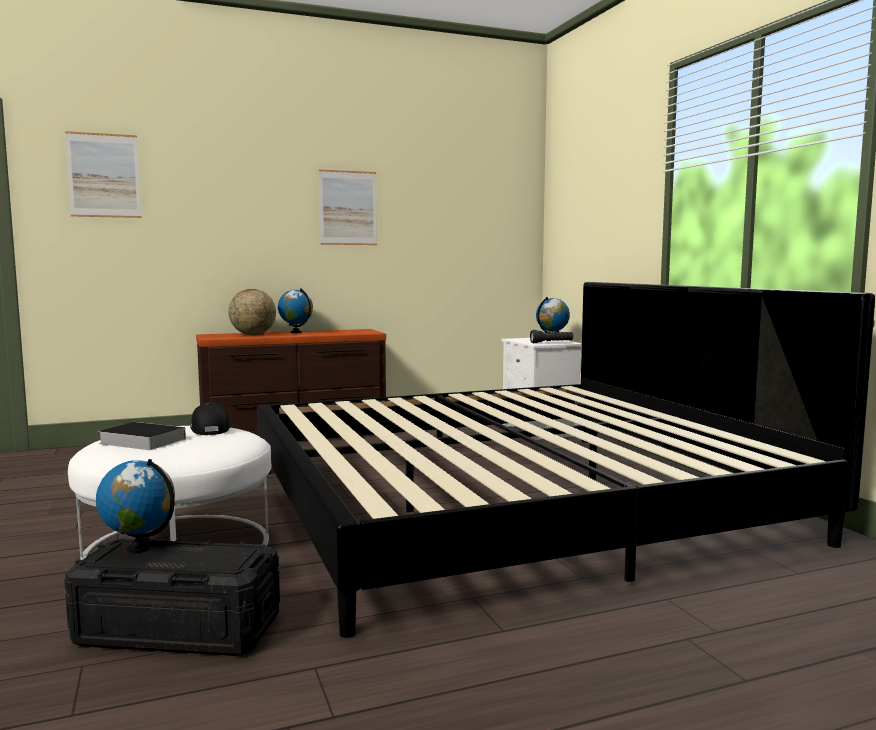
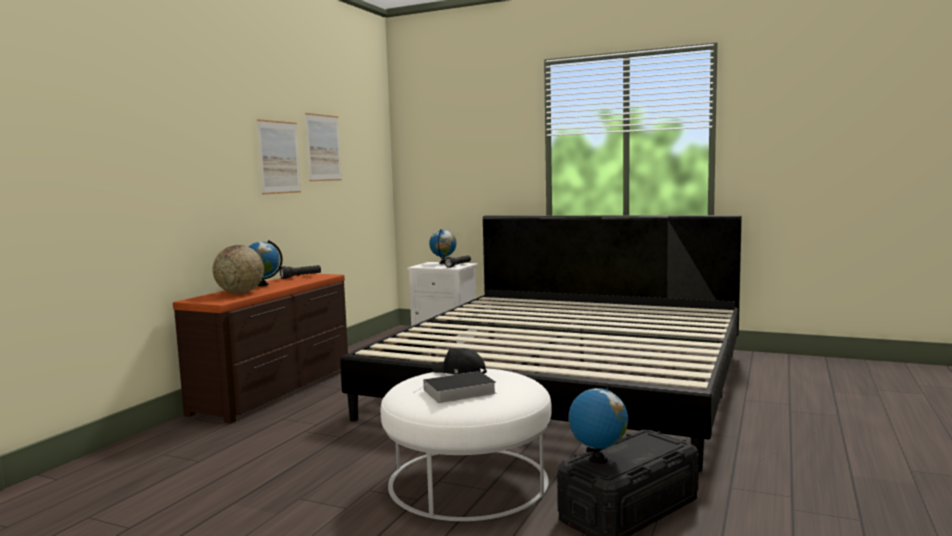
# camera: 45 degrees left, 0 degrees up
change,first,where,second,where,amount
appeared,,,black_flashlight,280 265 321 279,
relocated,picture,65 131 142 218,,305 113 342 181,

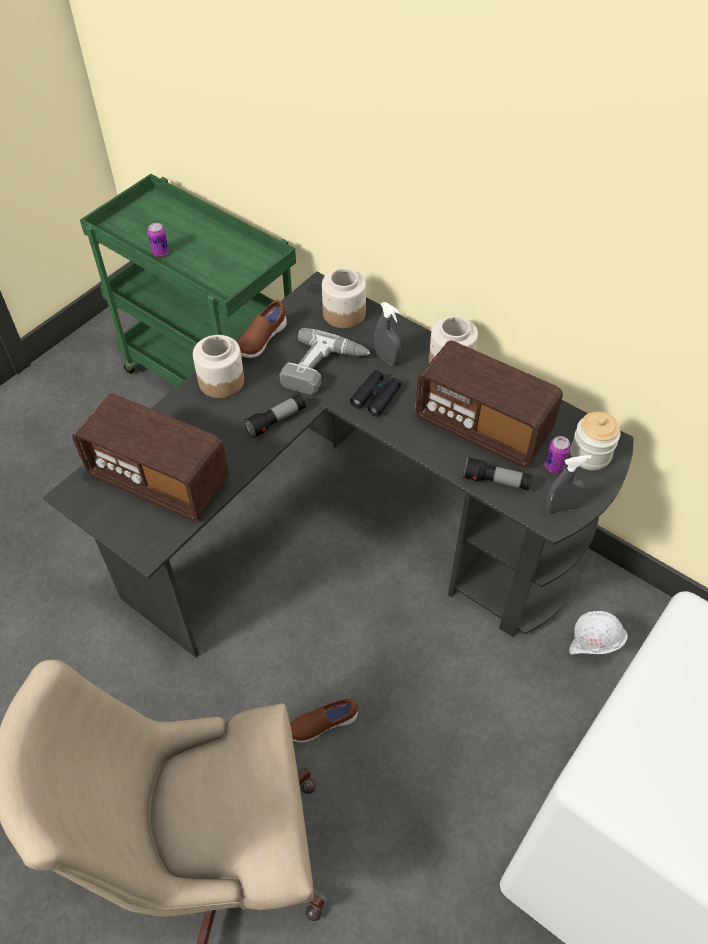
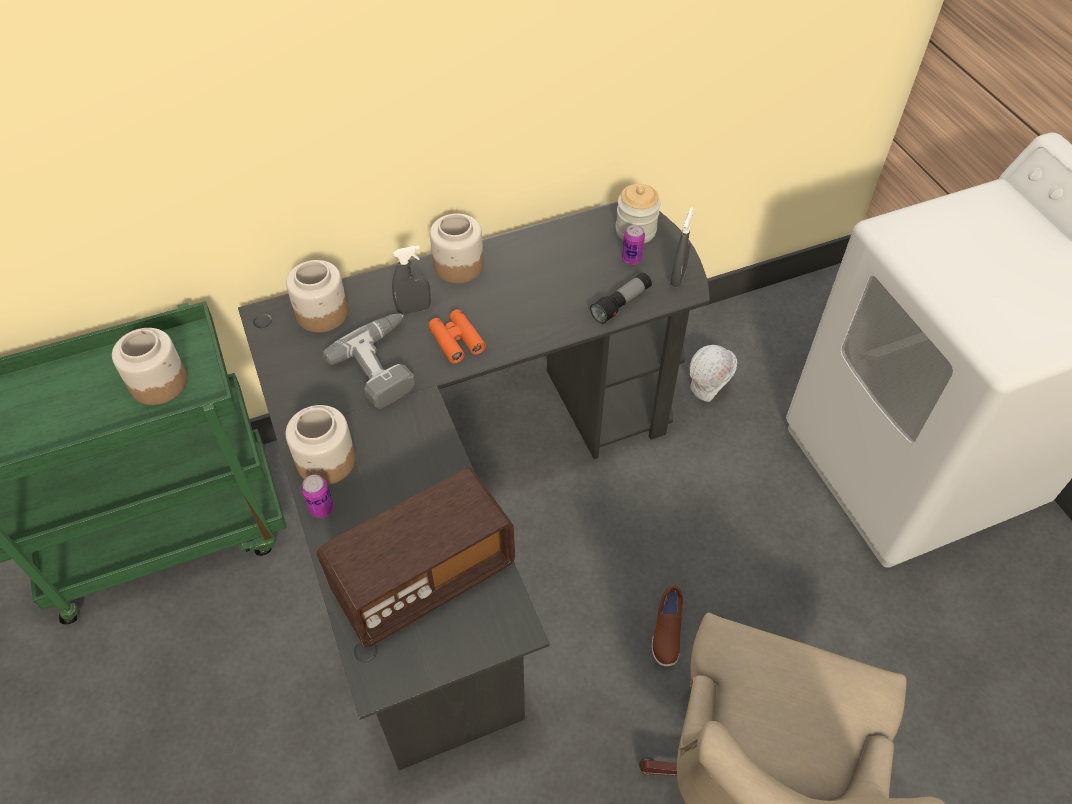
# camera: 60 degrees left, 0 degrees up
change,first,where,second,where,amount
appeared,,,jar,112 328 187 405,
relocated,can,148 223 169 257,,301 475 334 518,
colour,black_binoculars,350 370 401 417,orange_binoculars,428 309 486 364,
missing,brown_shoe,238 300 287 358,,,
missing,flashlight,243 394 306 438,,,
missing,radio,415 340 563 467,,,

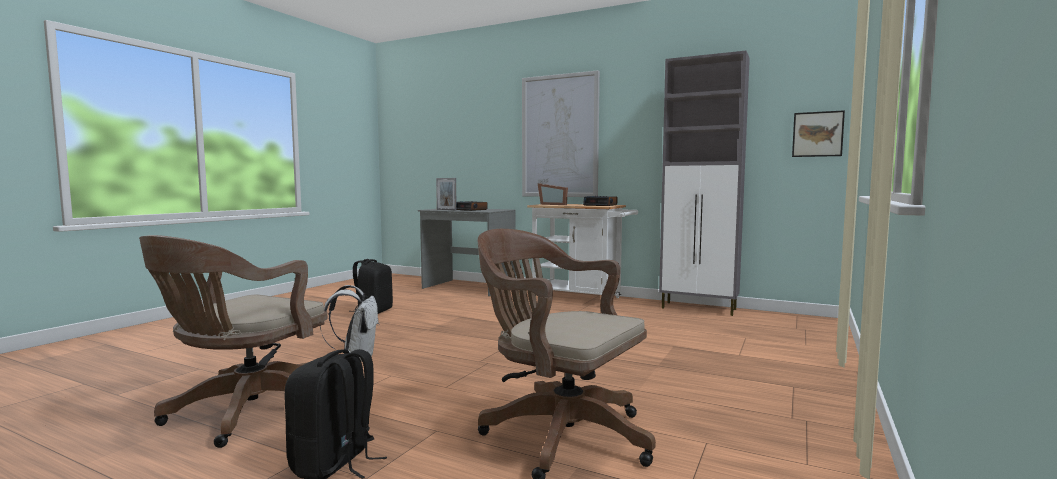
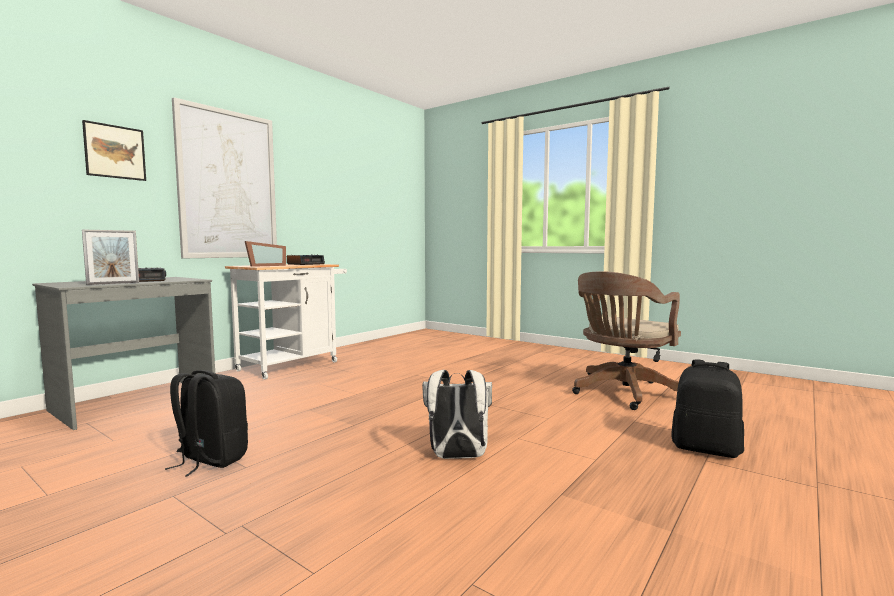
# camera: 80 degrees left, 0 degrees up
change,first,where,second,where,amount
relocated,picture,792 110 845 157,,82 120 146 181,
missing,brown_office_chair,139 235 328 448,,,
missing,grey_cabinet,659 51 750 316,,,

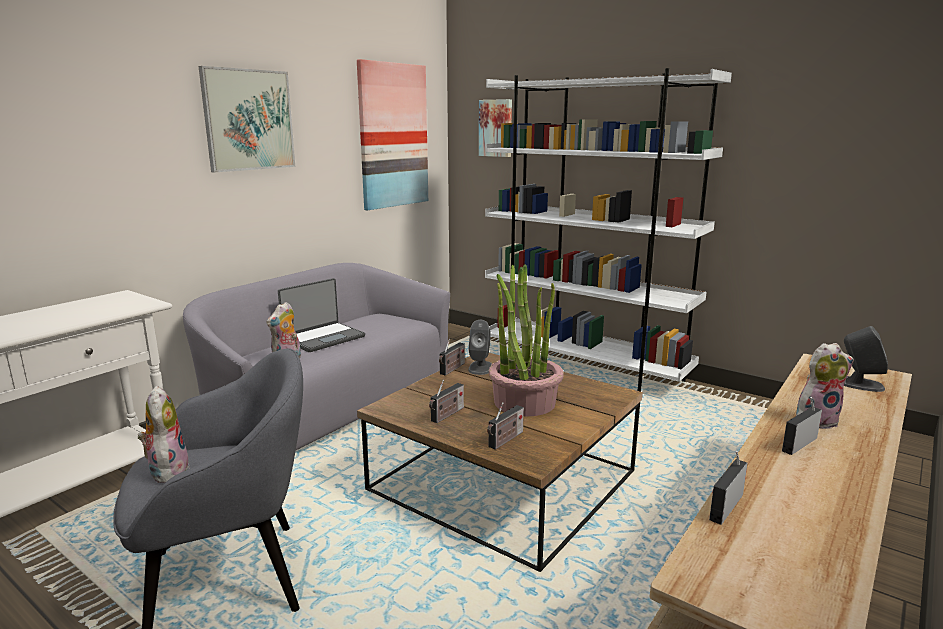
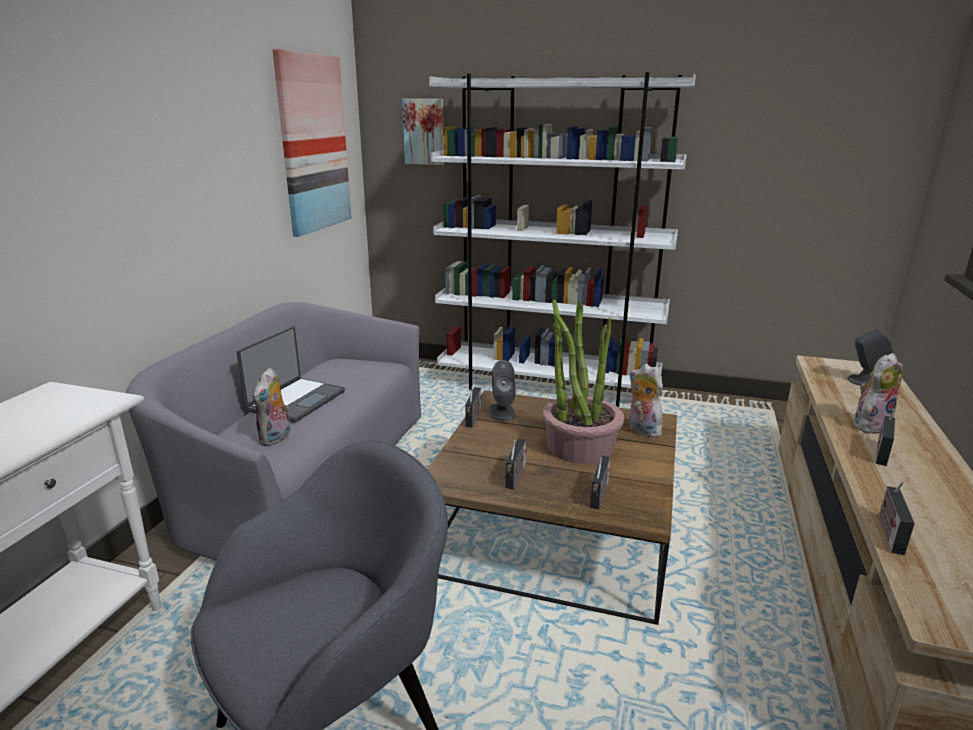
# camera: 20 degrees left, 5 degrees up
change,first,where,second,where,amount
relocated,plush_toy,138 386 190 483,,629 364 663 437,
missing,picture,198 66 295 173,,,

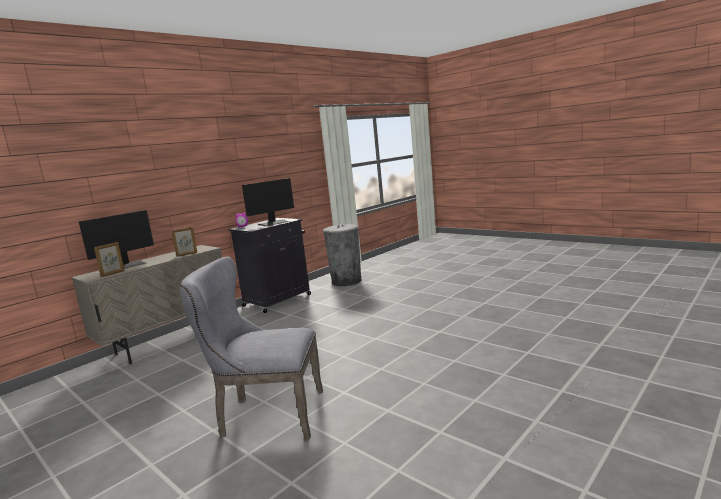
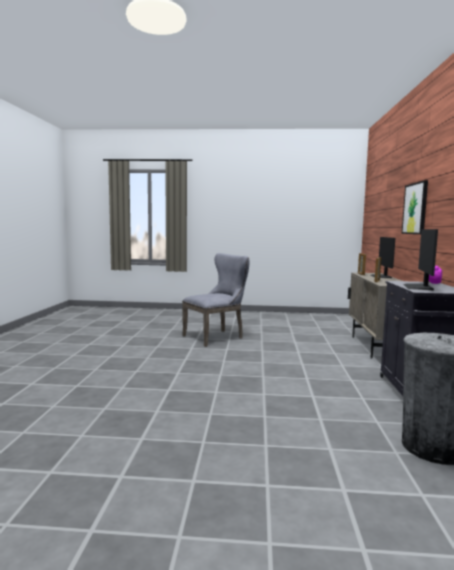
# camera: 140 degrees right, 5 degrees down
change,first,where,second,where,amount
appeared,,,picture,402 180 428 234,

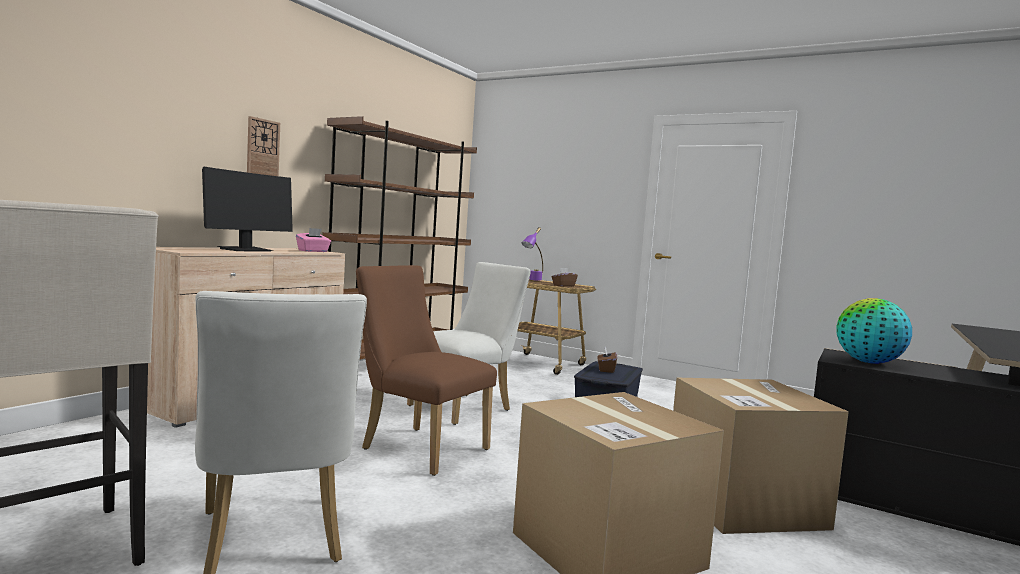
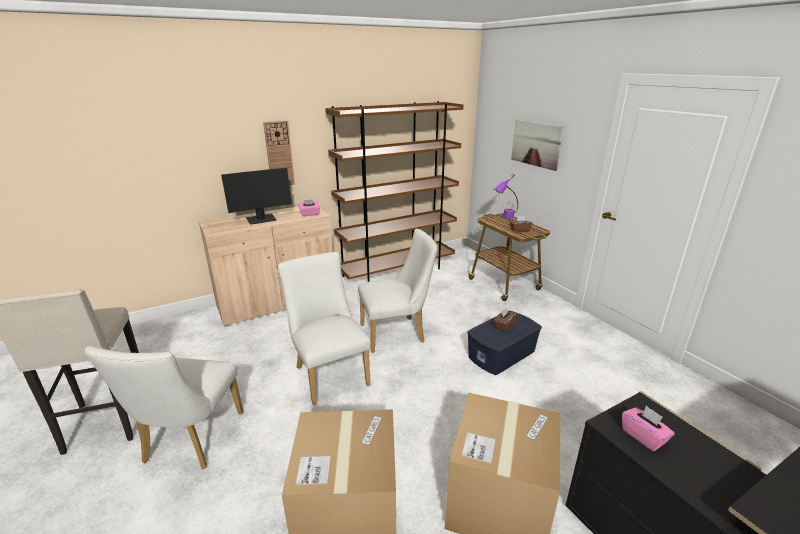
# camera: 30 degrees right, 20 degrees up
change,first,where,second,where,amount
colour,brown_chair,356 265 497 476,white_chair,278 252 371 406,
appeared,,,picture,511 120 564 171,
exchanged,globe,836 298 912 364,pink_tissue_box,622 406 675 451,

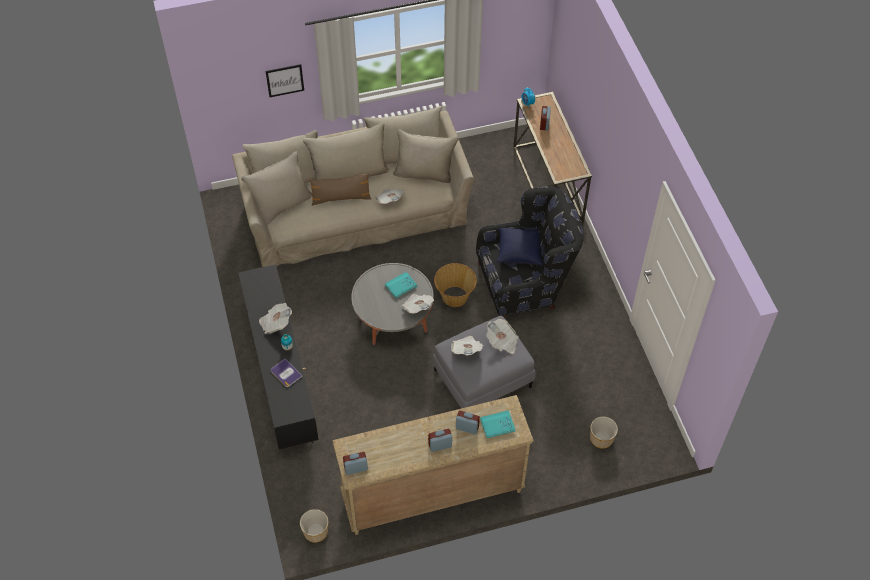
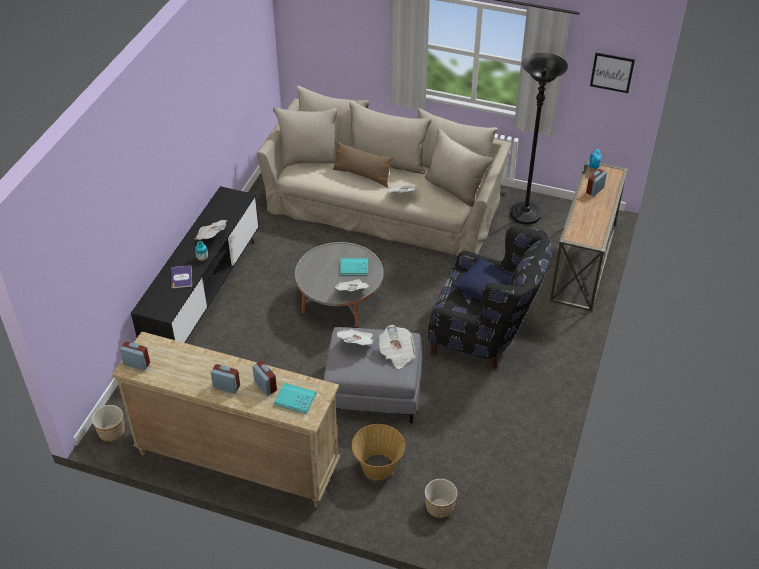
# camera: 35 degrees right, 10 degrees down
change,first,where,second,where,amount
relocated,basket,434 263 477 307,,351 424 405 480,
appeared,,,black_floor_lamp,510 52 568 225,
relocated,picture,266 64 304 97,,590 53 635 93,

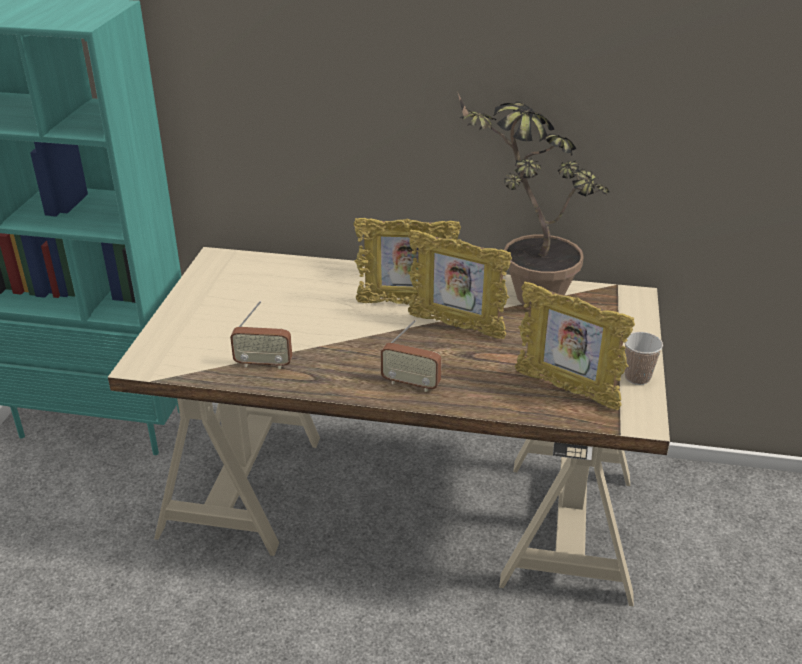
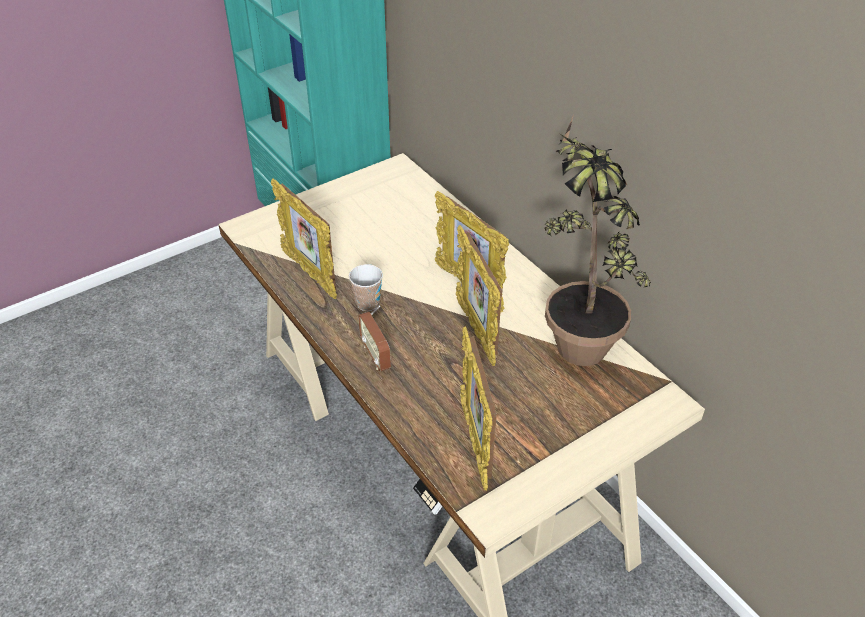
# camera: 45 degrees right, 10 degrees up
change,first,where,second,where,amount
exchanged,radio,230 301 292 369,picture_frame,271 178 337 299,
relocated,cup,624 332 663 385,,349 264 383 311,

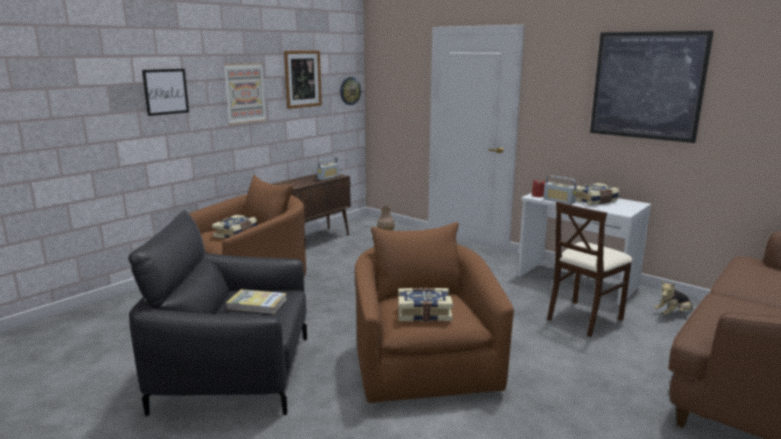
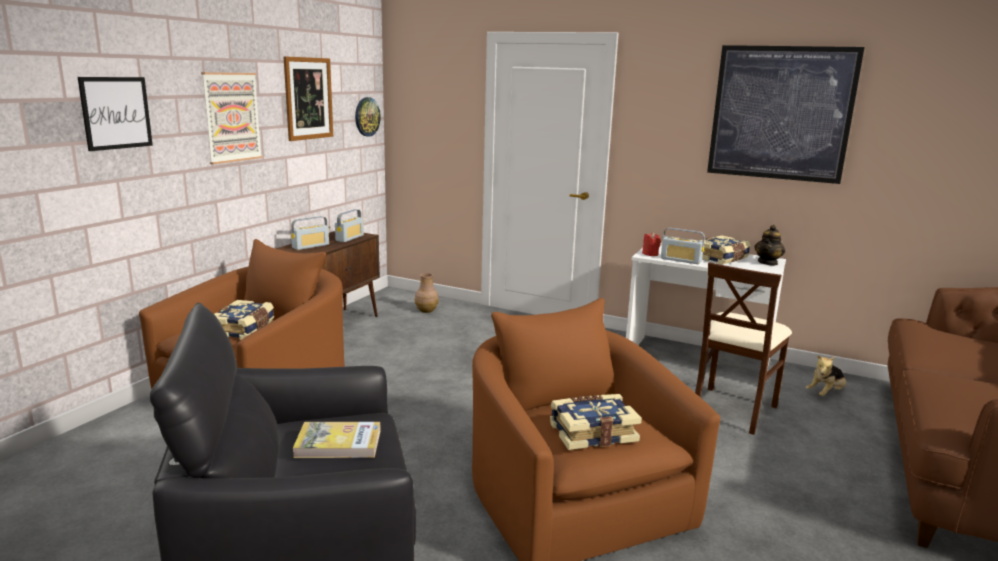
# camera: 15 degrees left, 0 degrees up
change,first,where,second,where,amount
appeared,,,radio,291 216 329 250,
appeared,,,teapot,755 225 785 266,

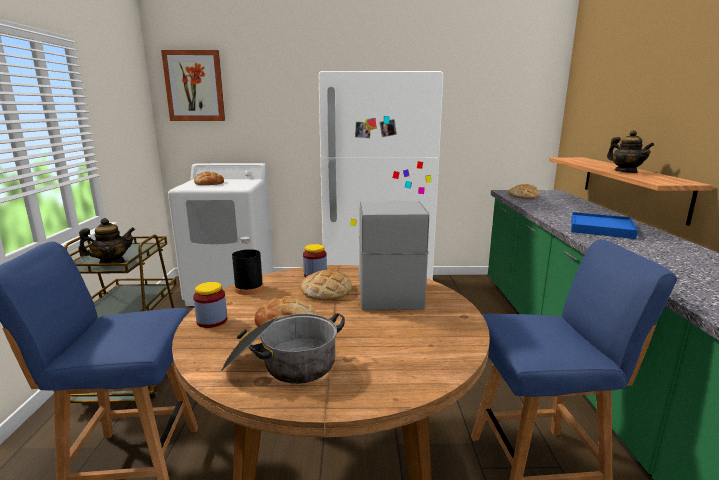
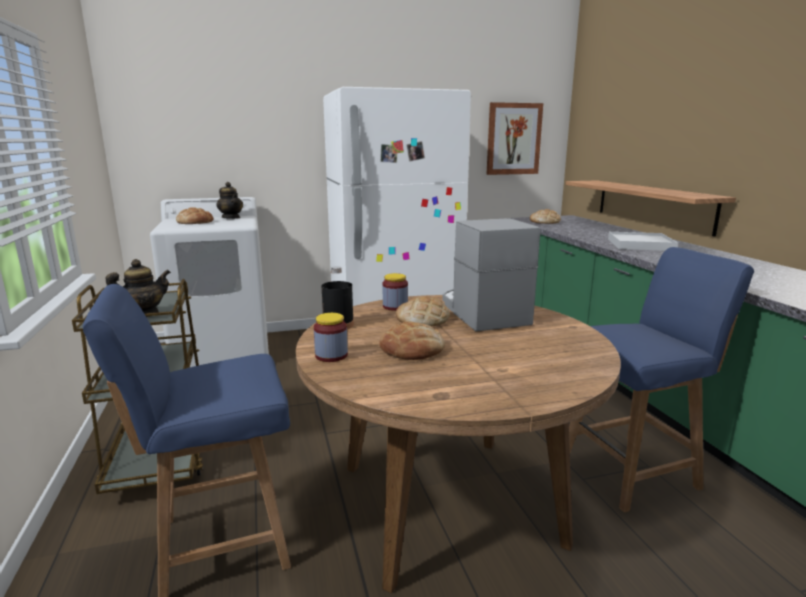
# camera: 15 degrees left, 0 degrees up
change,first,where,second,where,amount
relocated,teapot,607 130 654 173,,216 182 243 219,
relocated,picture,161 50 225 121,,486 102 543 175,
colour,blue_tray,571 212 638 239,white_tray,608 232 678 251,
missing,cooking_pot,221 313 345 384,,,

